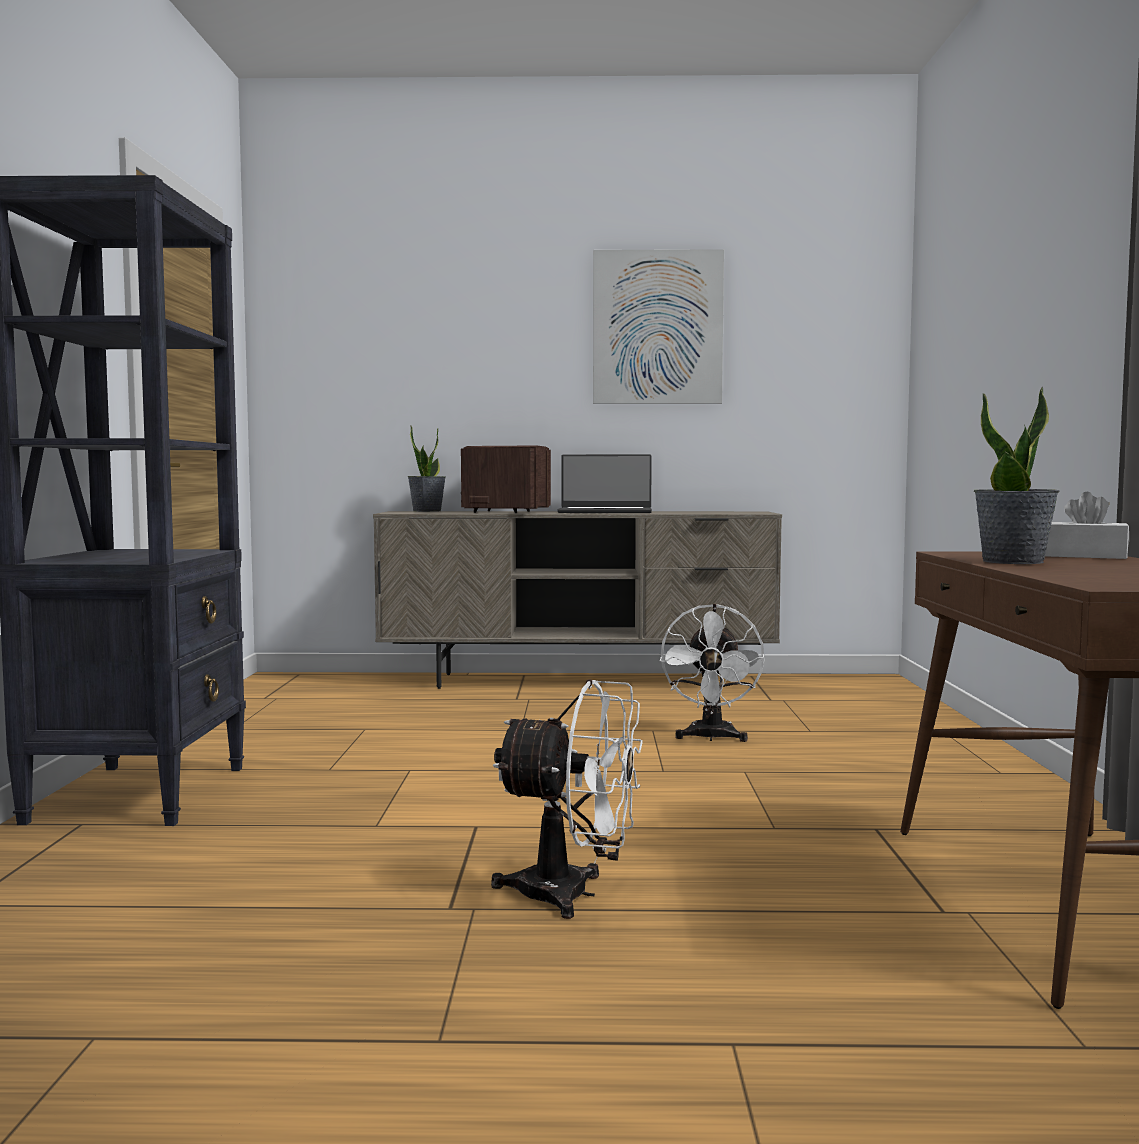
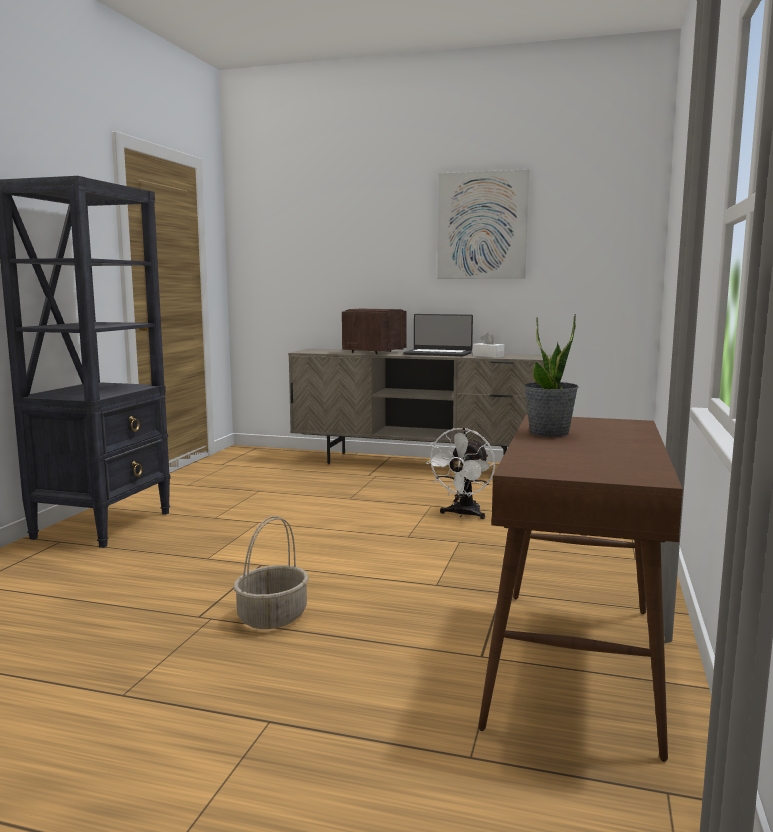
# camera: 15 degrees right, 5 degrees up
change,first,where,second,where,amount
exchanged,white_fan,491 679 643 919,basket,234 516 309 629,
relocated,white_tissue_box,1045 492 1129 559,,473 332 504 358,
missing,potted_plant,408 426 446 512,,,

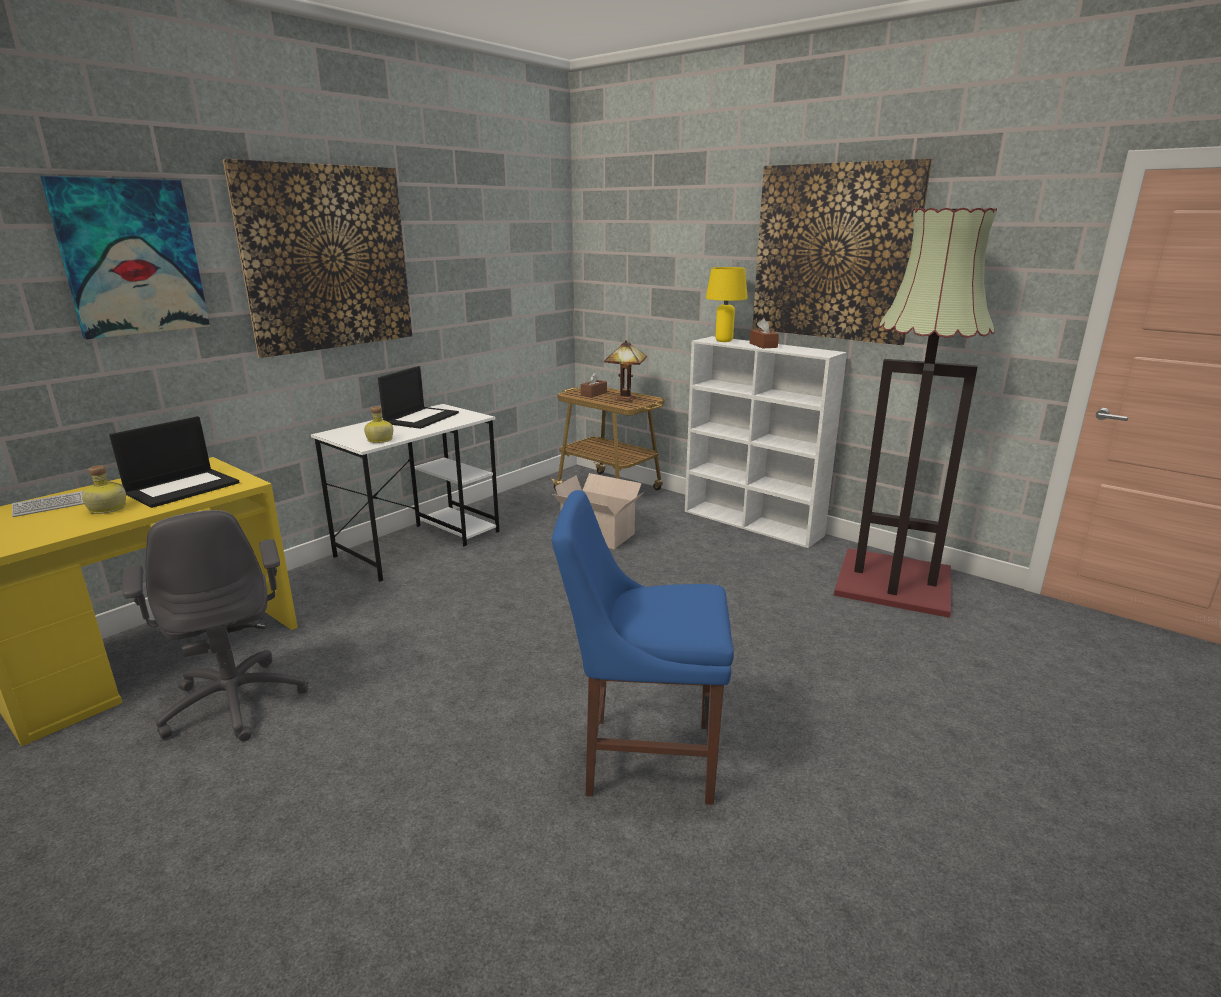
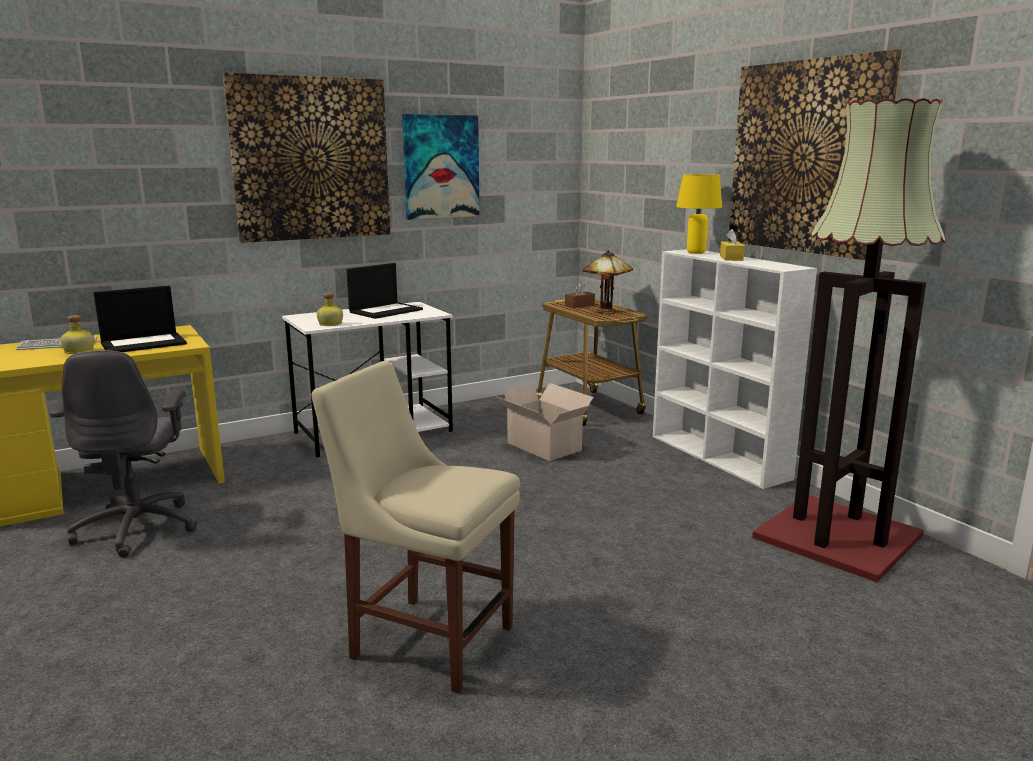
# camera: 20 degrees right, 5 degrees down
change,first,where,second,where,amount
colour,blue_chair,552 490 734 805,beige_chair,312 361 520 694,
relocated,picture,40 176 210 339,,402 114 480 220,
colour,brown_tissue_box,750 319 779 348,yellow_tissue_box,720 229 745 261,

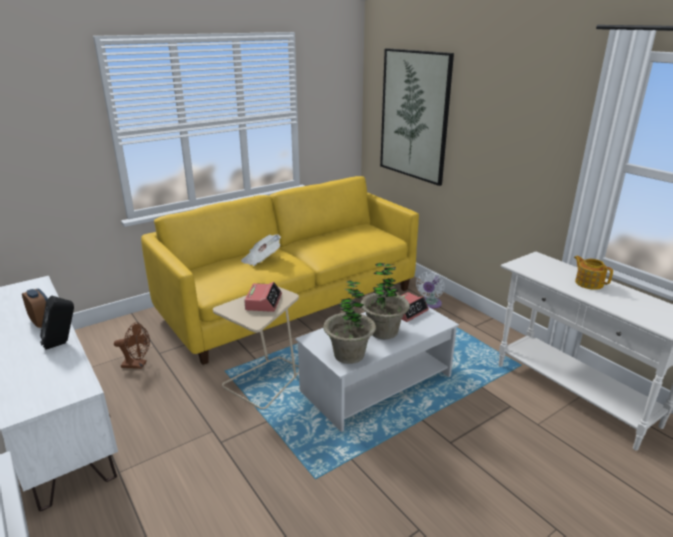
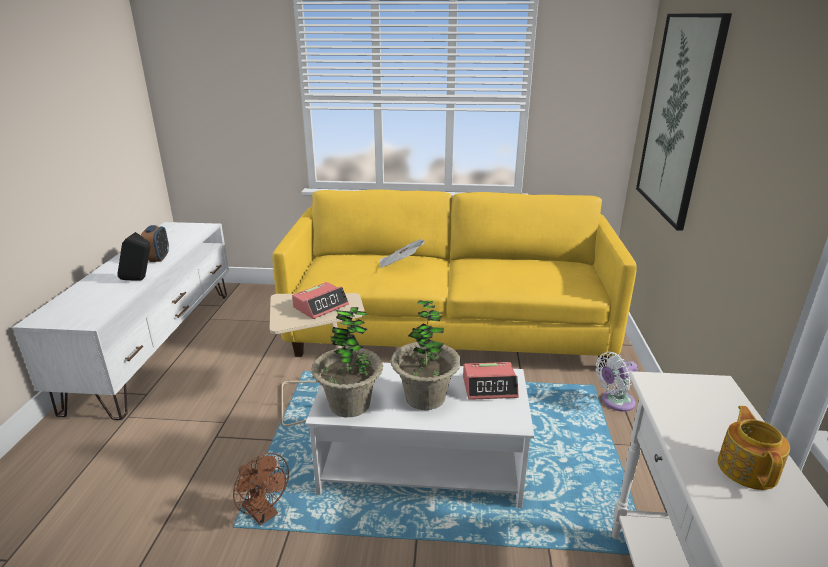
# camera: 40 degrees right, 0 degrees up
change,first,where,second,where,amount
relocated,brown_fan,114 322 150 369,,233 453 289 525,

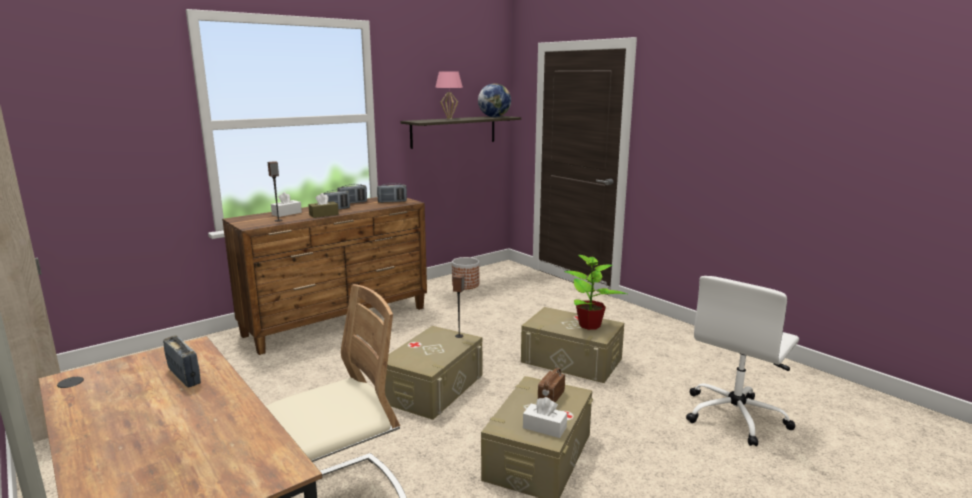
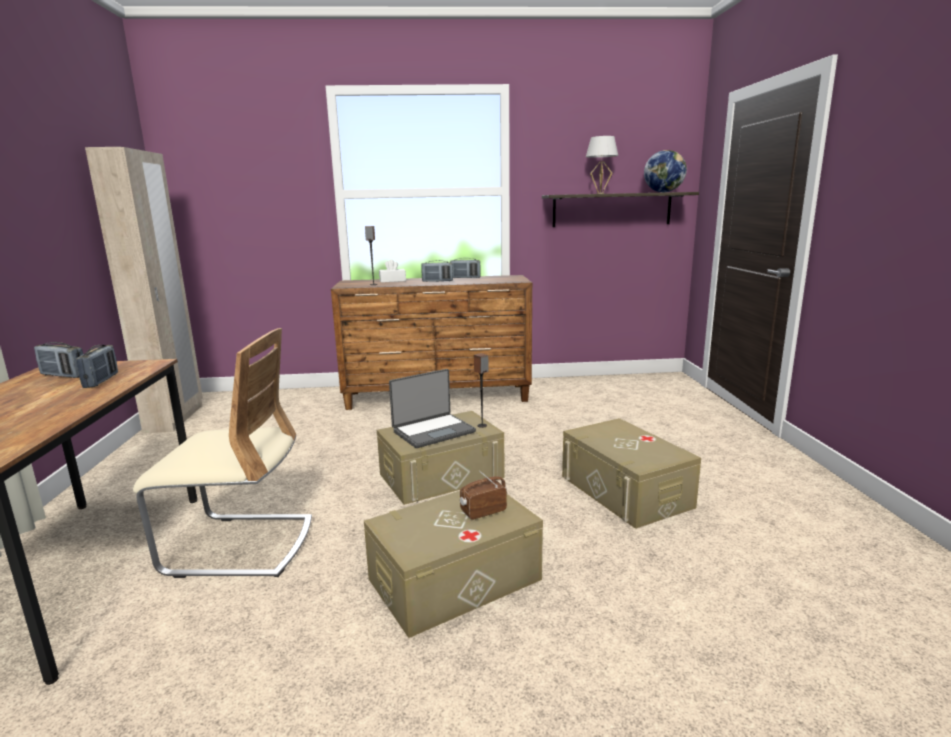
# camera: 35 degrees right, 0 degrees up
change,first,where,second,where,amount
relocated,radio,377 183 407 203,,34 342 83 378,
appeared,,,laptop,389 369 476 448,
colour,pink_table_lamp,435 72 463 119,white_table_lamp,586 136 618 194,
missing,brown_tissue_box,308 193 339 218,,,
missing,planter,452 257 479 289,,,
missing,white_tissue_box,523 397 567 438,,,
missing,potted_plant,564 253 627 330,,,
missing,white_office_chair,686 276 799 446,,,

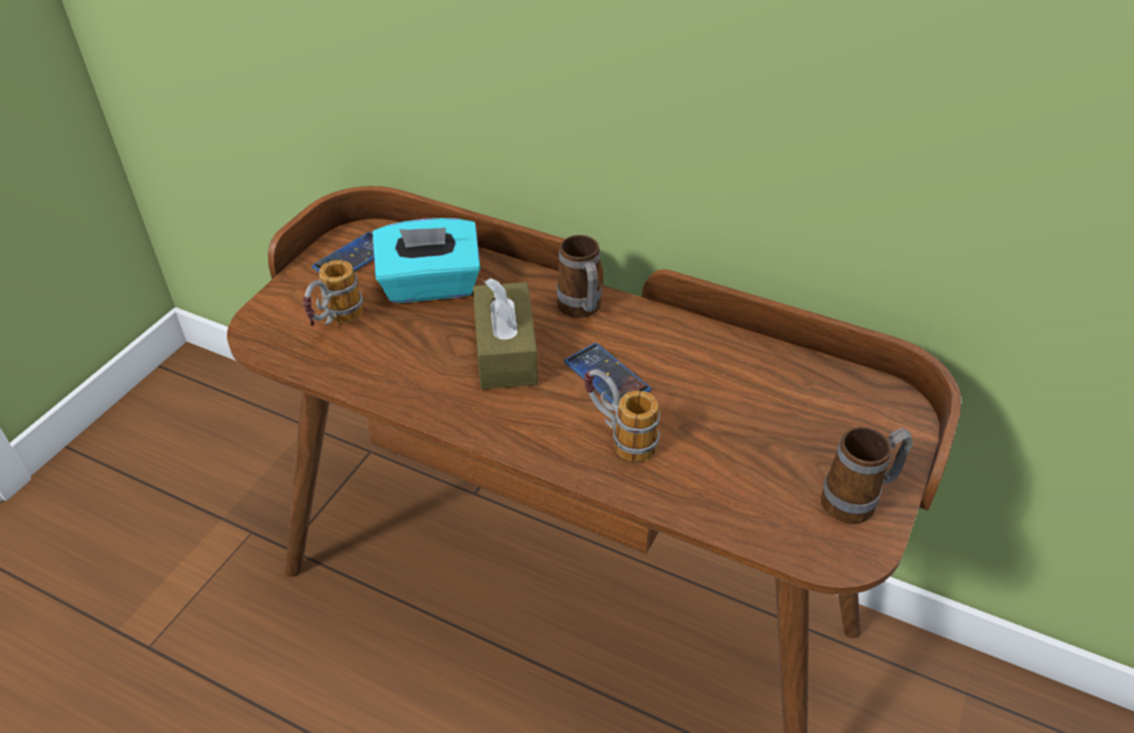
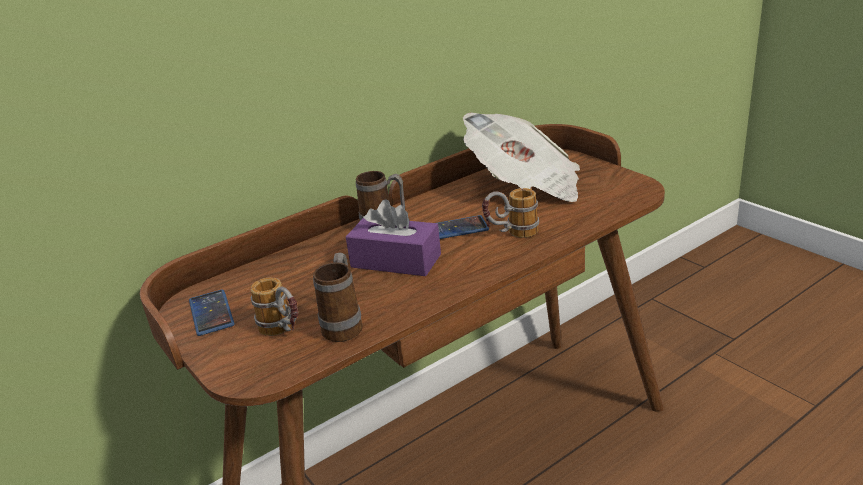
# camera: 60 degrees left, 15 degrees down
change,first,where,second,where,amount
relocated,mug,821 427 913 524,,313 252 363 342,
colour,brown_tissue_box,473 278 538 389,purple_tissue_box,346 199 441 276,
appeared,,,newspaper,463 113 580 202,
missing,turquoise_tissue_box,373 218 480 303,,,

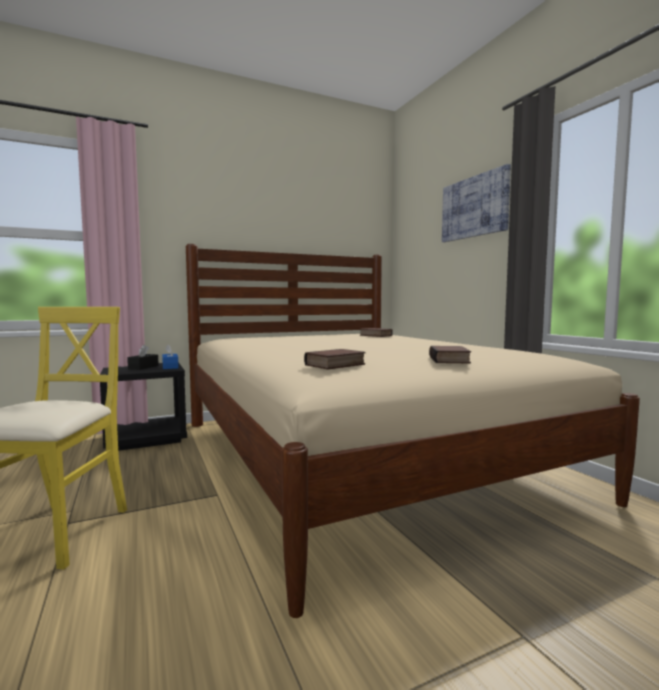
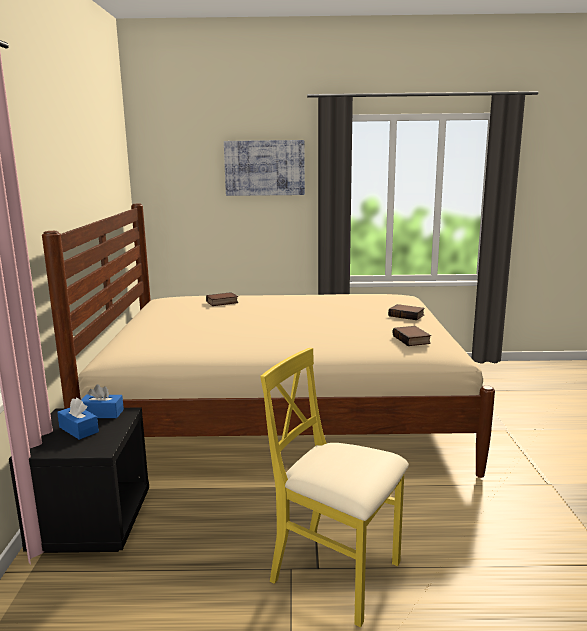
# camera: 65 degrees left, 10 degrees up
change,first,where,second,where,amount
colour,black_tissue_box,127 344 159 370,blue_tissue_box,57 398 99 440,

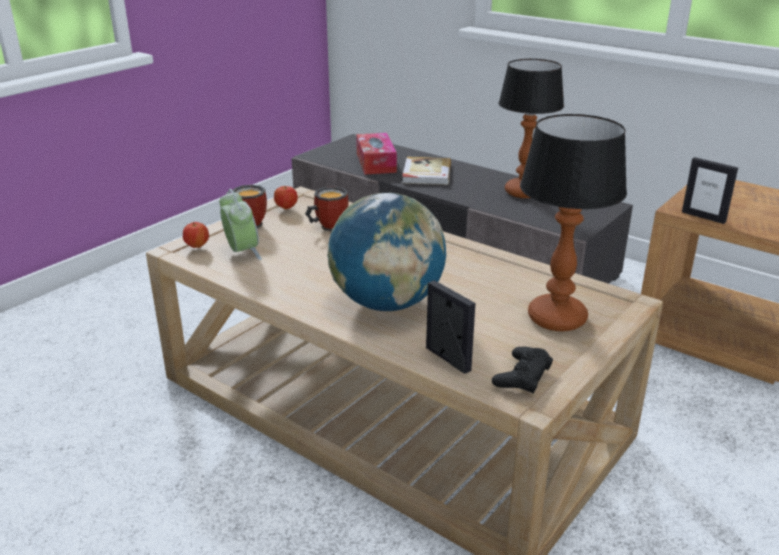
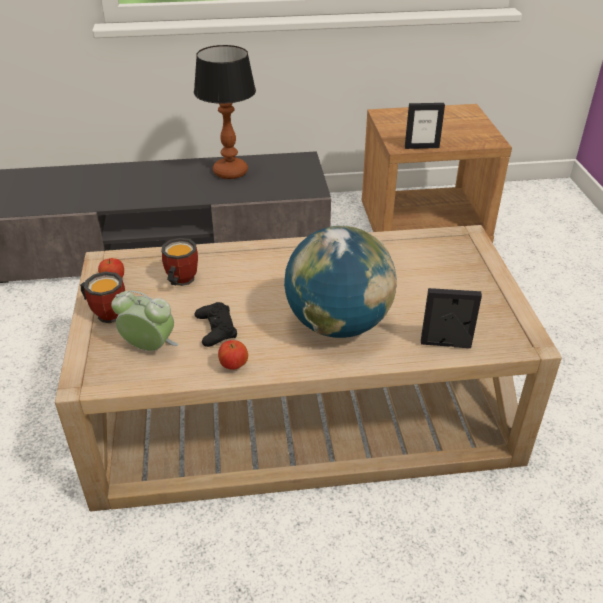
# camera: 45 degrees left, 10 degrees up
change,first,where,second,where,amount
relocated,black_game_controller,492 347 553 394,,194 302 237 347,
relocated,apple,183 222 209 248,,218 340 248 370,
missing,tissue_box,356 133 397 175,,,
missing,book,402 157 451 185,,,
missing,table_lamp,520 114 627 331,,,

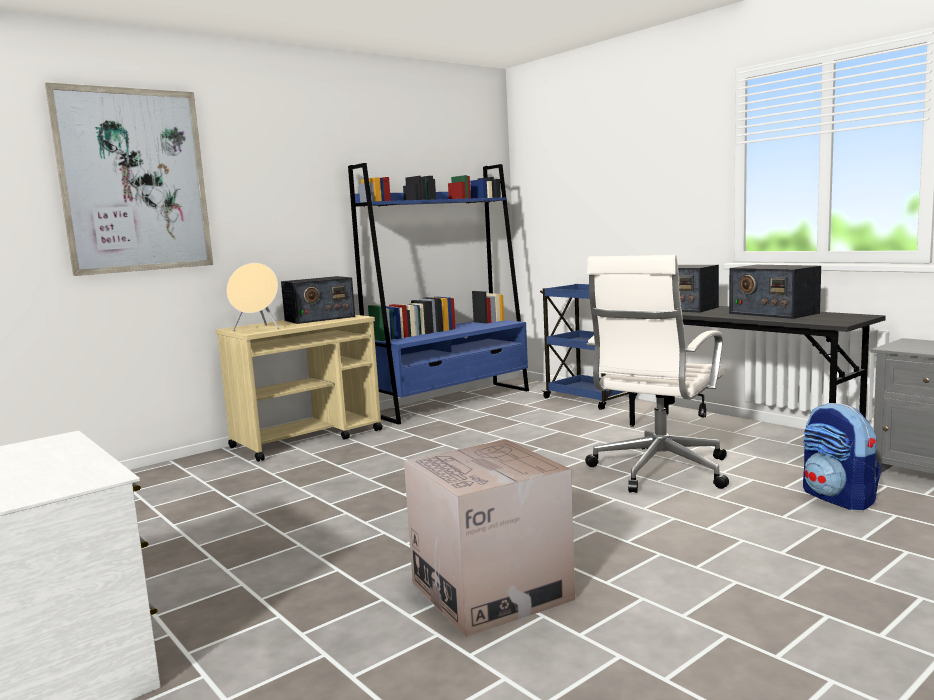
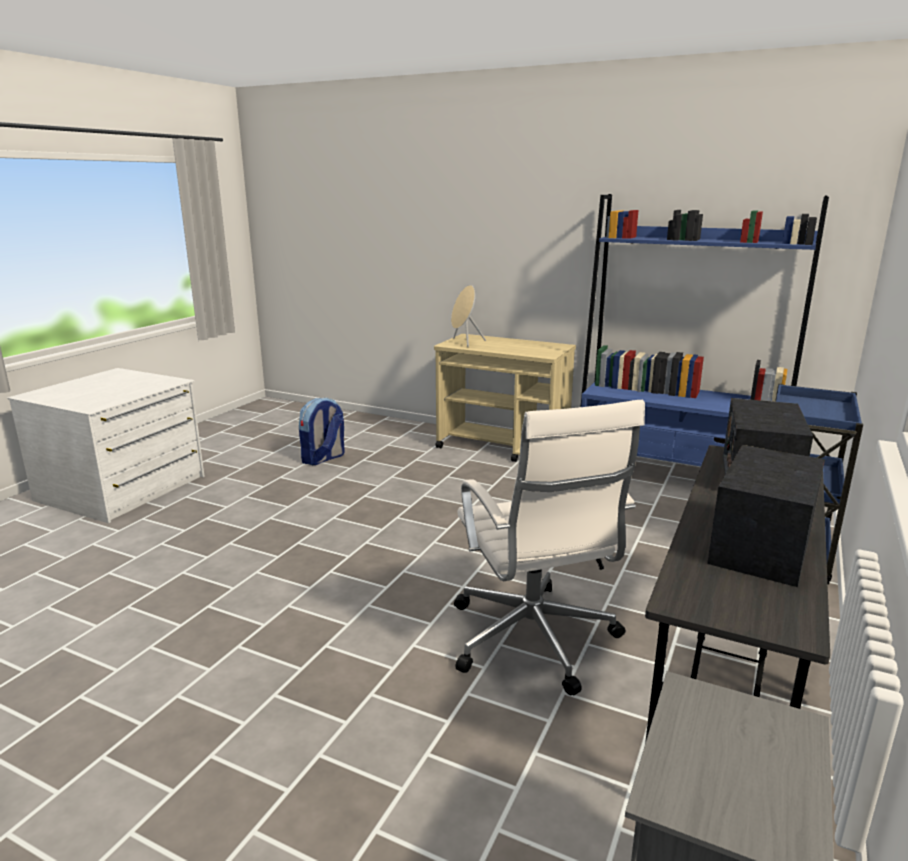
# camera: 65 degrees right, 10 degrees up
change,first,where,second,where,amount
relocated,backpack,803 403 881 510,,299 397 345 465,
spun,white_office_chair,585 255 729 493,,454 400 645 696,120 degrees counterclockwise
missing,picture,45 82 213 276,,,
missing,radio,281 276 355 324,,,
missing,cardboard_box,404 439 575 637,,,

